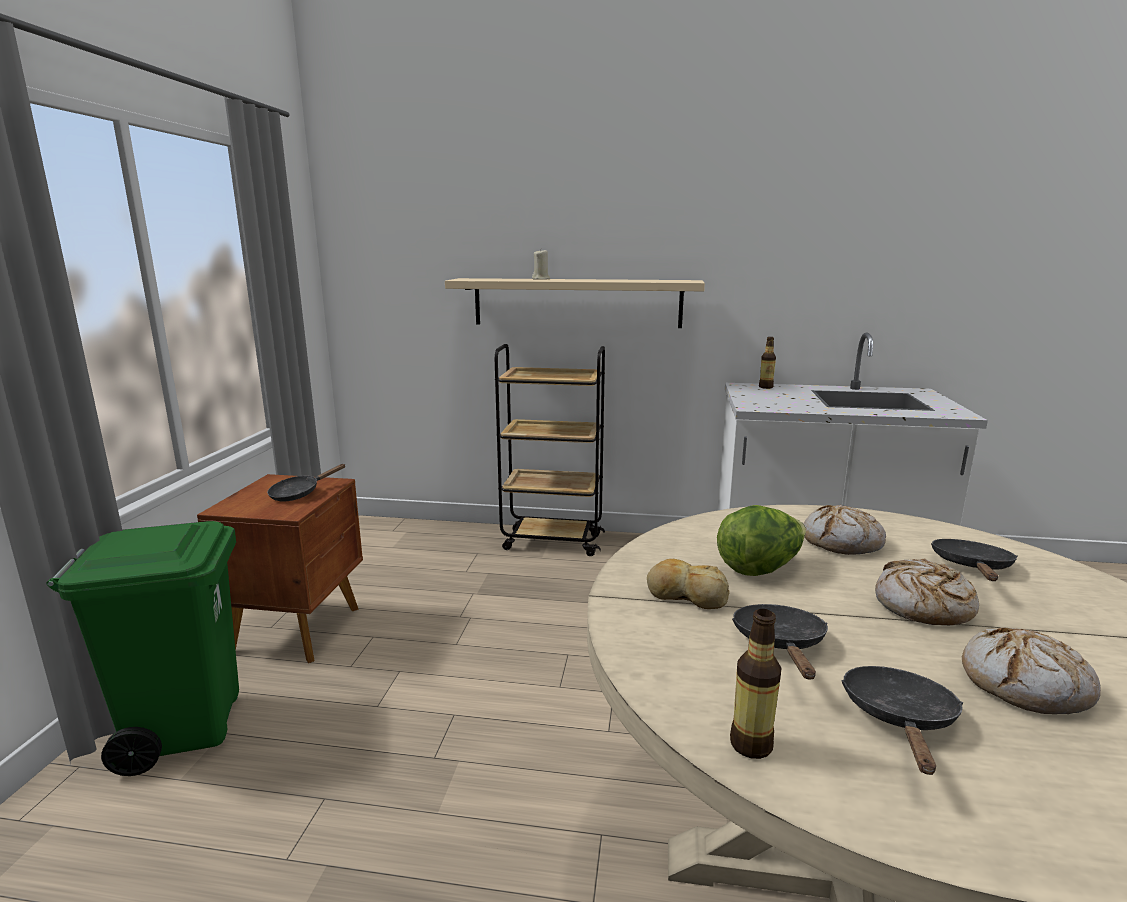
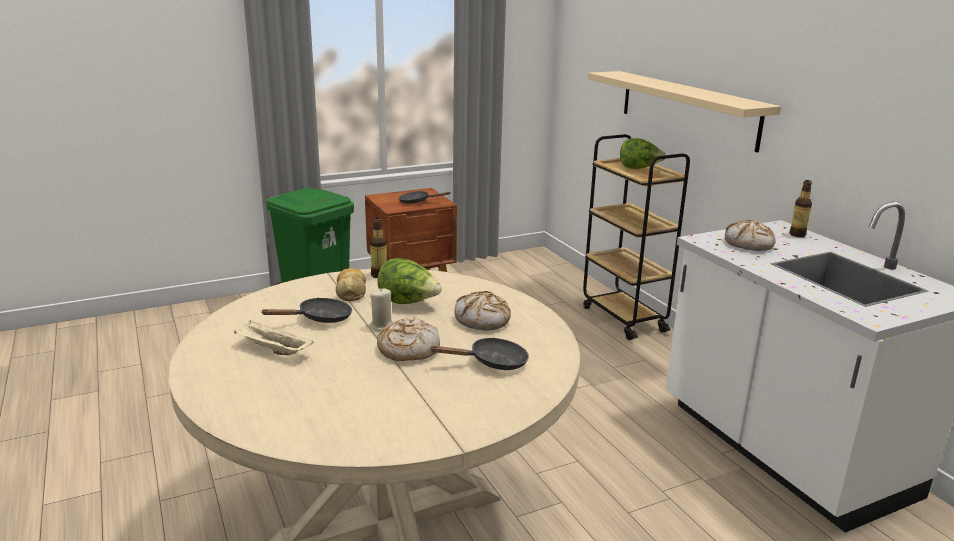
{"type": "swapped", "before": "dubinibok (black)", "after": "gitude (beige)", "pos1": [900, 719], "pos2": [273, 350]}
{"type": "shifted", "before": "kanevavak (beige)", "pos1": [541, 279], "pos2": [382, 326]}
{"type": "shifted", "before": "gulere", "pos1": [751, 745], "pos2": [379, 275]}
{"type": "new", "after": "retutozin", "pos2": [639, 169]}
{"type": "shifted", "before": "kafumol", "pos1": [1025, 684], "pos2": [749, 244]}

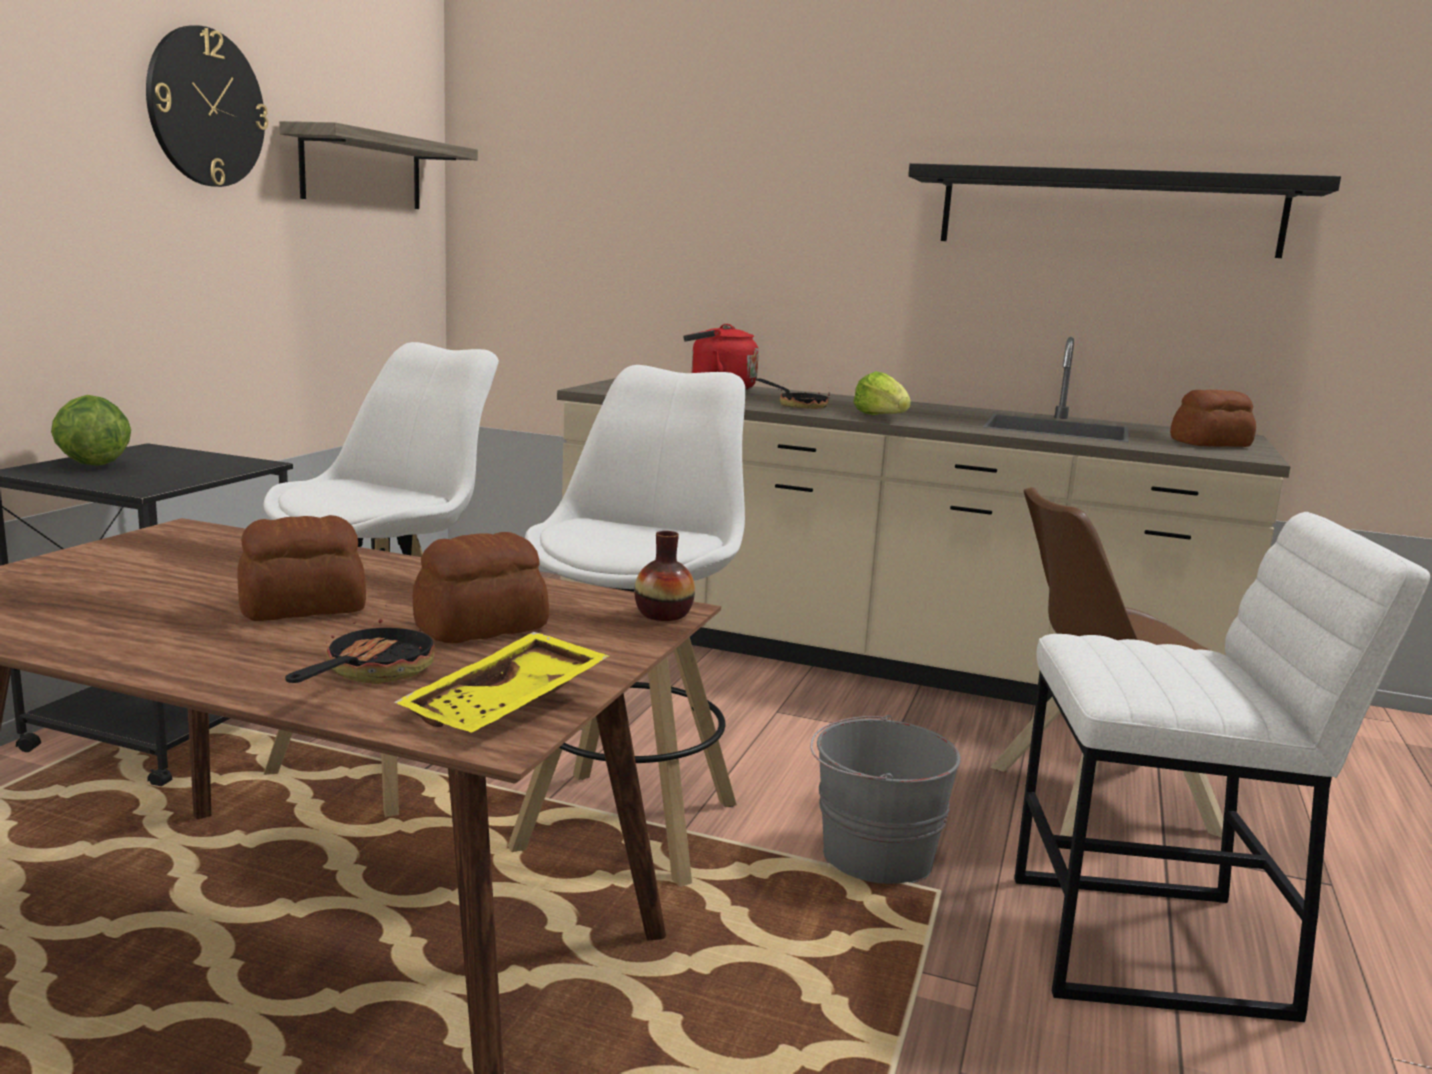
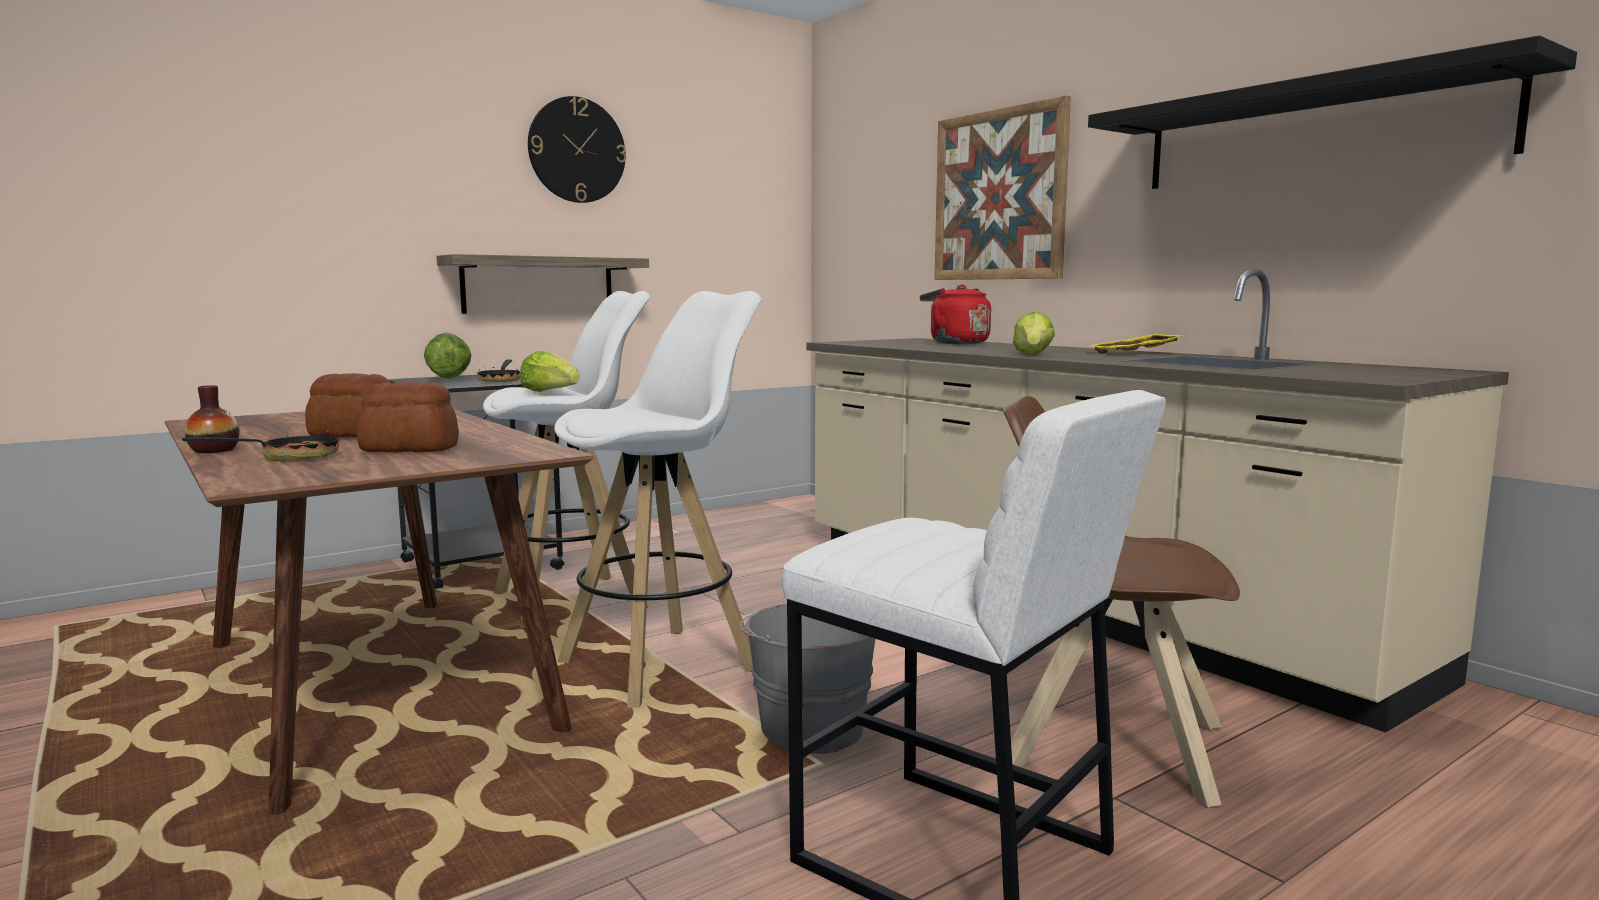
{"type": "shifted", "before": "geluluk", "pos1": [663, 614], "pos2": [214, 450]}
{"type": "shifted", "before": "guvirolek", "pos1": [362, 170], "pos2": [538, 285]}
{"type": "shifted", "before": "dubinibok", "pos1": [797, 405], "pos2": [501, 380]}
{"type": "new", "after": "retutozin", "pos2": [550, 392]}
{"type": "new", "after": "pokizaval", "pos2": [999, 195]}
{"type": "shifted", "before": "gitude (yellow)", "pos1": [508, 706], "pos2": [1136, 353]}
{"type": "gone", "before": "kafumol", "pos1": [1211, 444]}

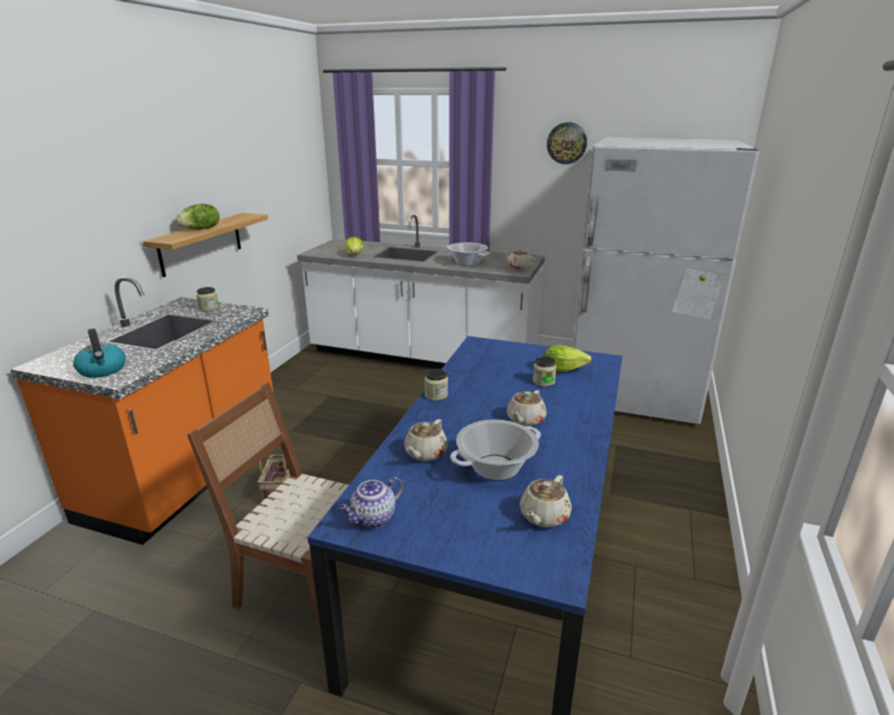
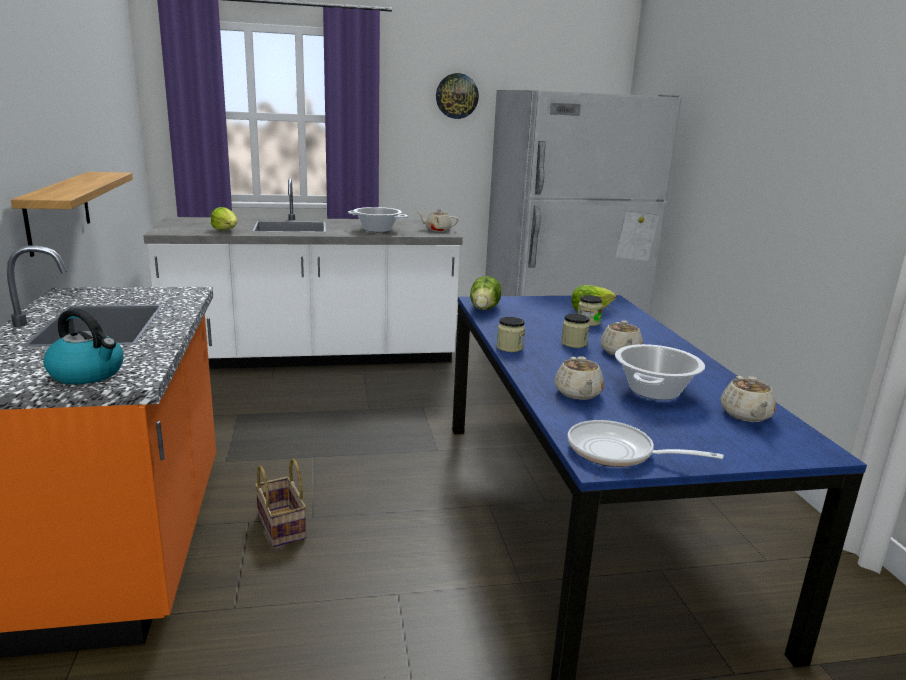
{"type": "shifted", "before": "retutozin", "pos1": [201, 229], "pos2": [485, 308]}
{"type": "shifted", "before": "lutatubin", "pos1": [209, 308], "pos2": [574, 343]}
{"type": "swapped", "before": "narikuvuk", "after": "dubinibok", "pos1": [373, 519], "pos2": [617, 452]}
{"type": "gone", "before": "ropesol", "pos1": [304, 584]}

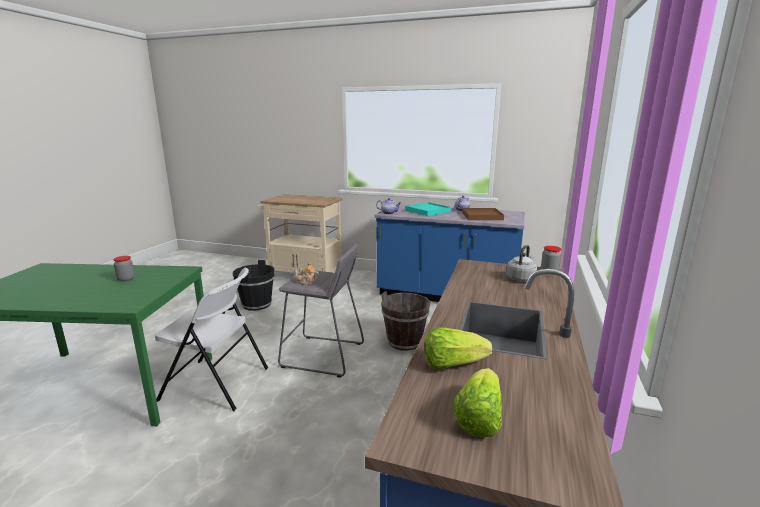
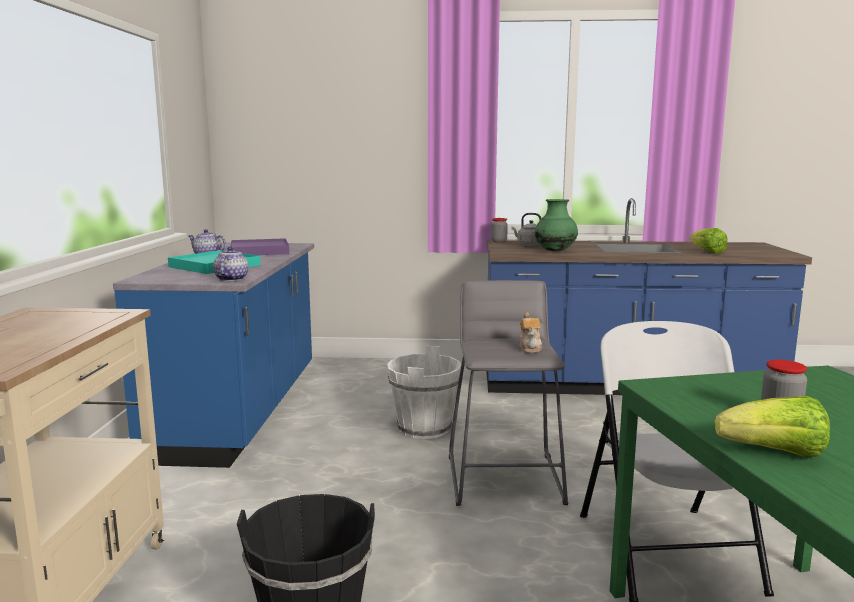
{"type": "repainted", "before": "gitude (brown)", "after": "gitude (purple)", "pos1": [482, 216], "pos2": [259, 251]}
{"type": "repainted", "before": "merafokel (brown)", "after": "merafokel (white)", "pos1": [405, 342], "pos2": [424, 428]}
{"type": "new", "after": "geluluk (green)", "pos2": [555, 251]}
{"type": "shifted", "before": "retutozin", "pos1": [479, 418], "pos2": [774, 453]}

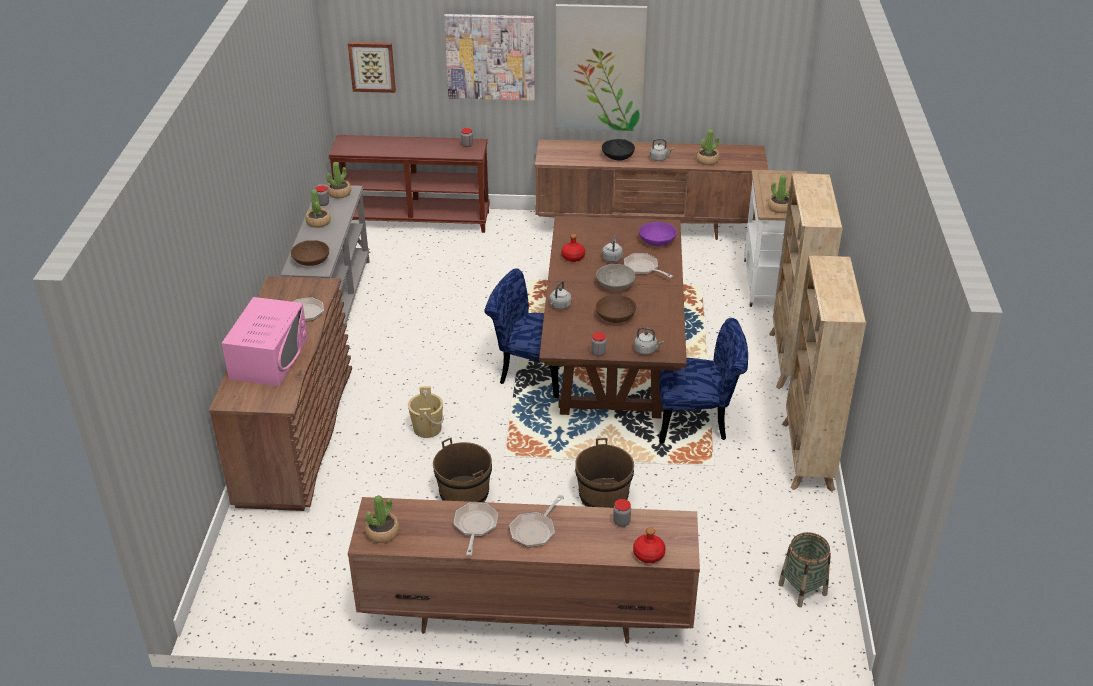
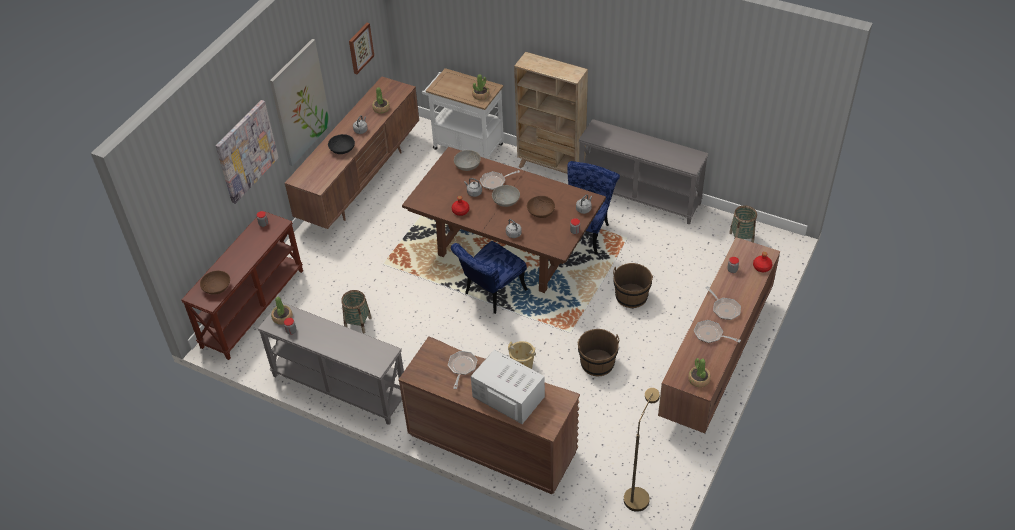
{"type": "shifted", "before": "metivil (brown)", "pos1": [311, 260], "pos2": [217, 288]}
{"type": "new", "after": "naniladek", "pos2": [358, 323]}
{"type": "shifted", "before": "pokizaval", "pos1": [372, 66], "pos2": [360, 48]}
{"type": "repainted", "before": "metivil (purple)", "after": "metivil (grey)", "pos1": [657, 241], "pos2": [467, 165]}
{"type": "repainted", "before": "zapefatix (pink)", "after": "zapefatix (white)", "pos1": [269, 358], "pos2": [508, 396]}
{"type": "swapped", "before": "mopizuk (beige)", "after": "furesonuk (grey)", "pos1": [807, 456], "pos2": [639, 196]}
{"type": "new", "after": "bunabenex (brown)", "pos2": [638, 494]}
{"type": "gone", "before": "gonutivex", "pos1": [318, 222]}

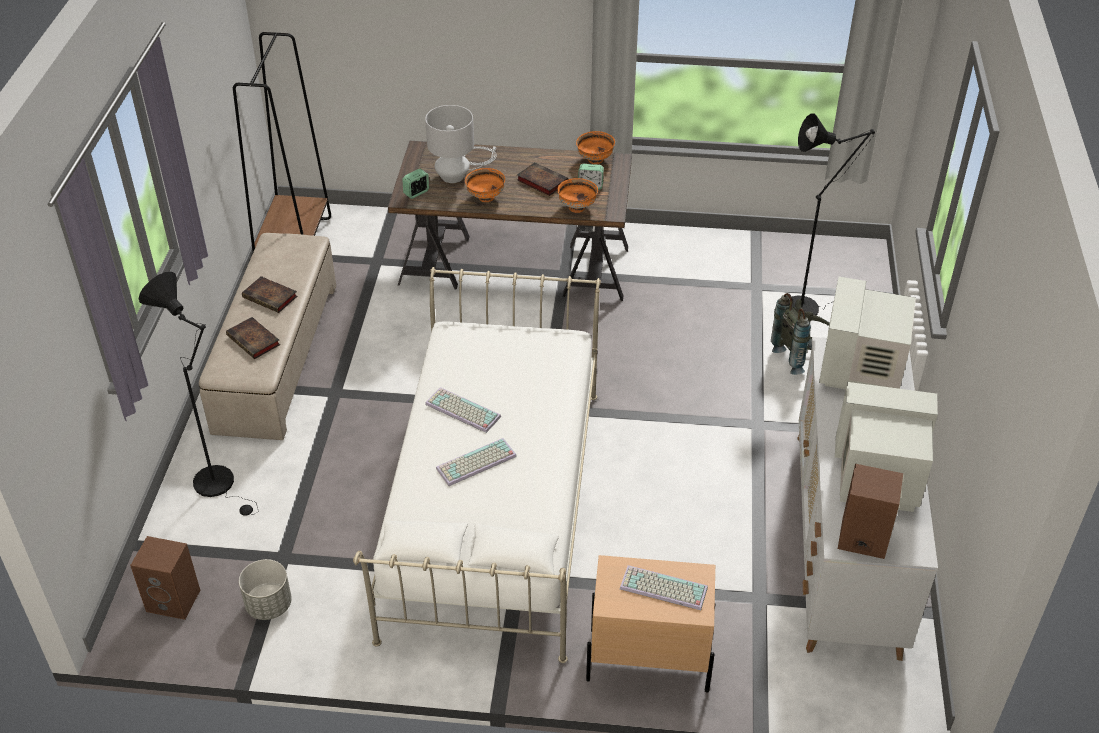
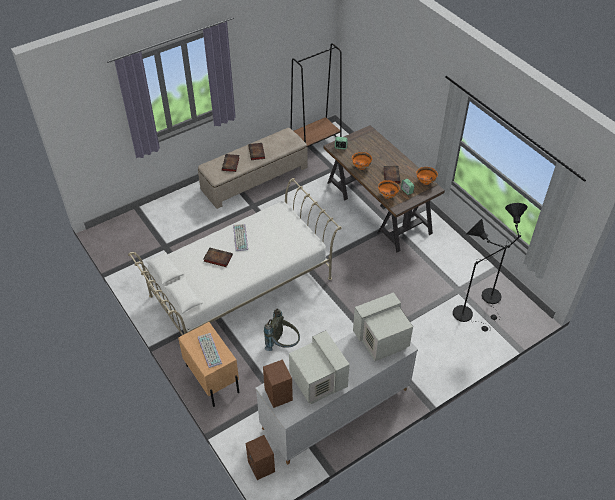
{"type": "swapped", "before": "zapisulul", "after": "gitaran", "pos1": [476, 464], "pos2": [217, 258]}
{"type": "shifted", "before": "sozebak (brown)", "pos1": [175, 600], "pos2": [262, 467]}
{"type": "shifted", "before": "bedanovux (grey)", "pos1": [801, 355], "pos2": [283, 344]}
{"type": "shifted", "before": "bunabenex (black)", "pos1": [220, 485], "pos2": [492, 299]}
{"type": "gone", "before": "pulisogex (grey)", "pos1": [268, 605]}
{"type": "gone", "before": "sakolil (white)", "pos1": [463, 168]}

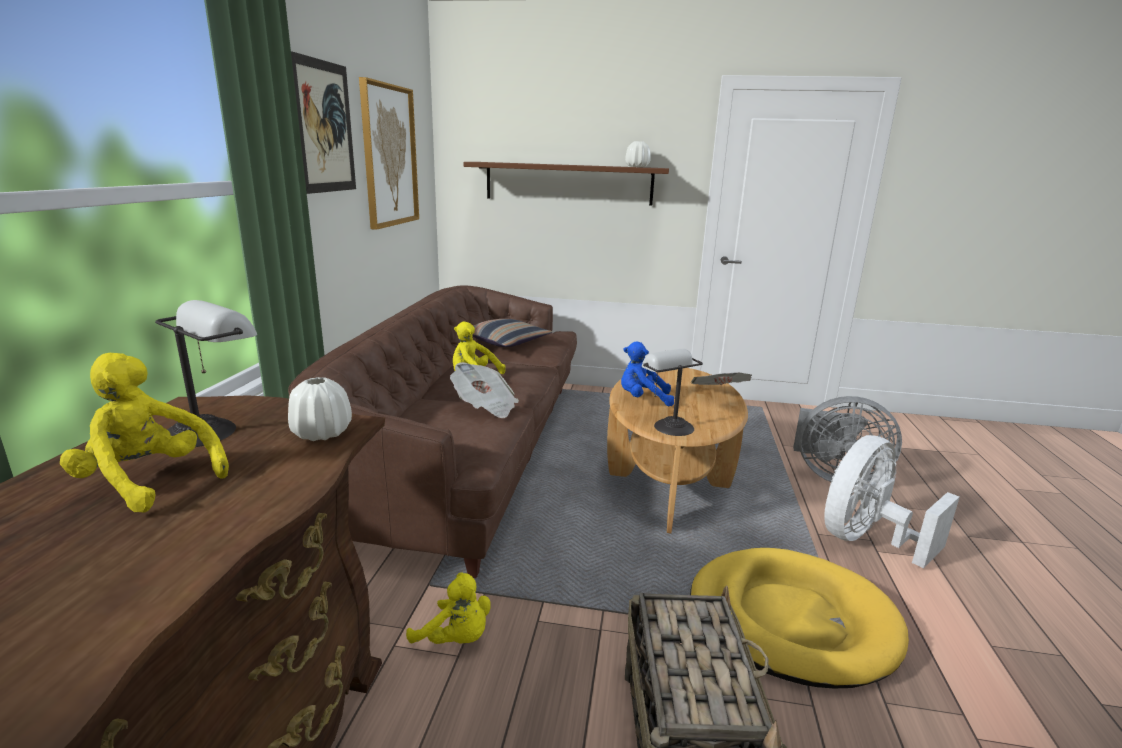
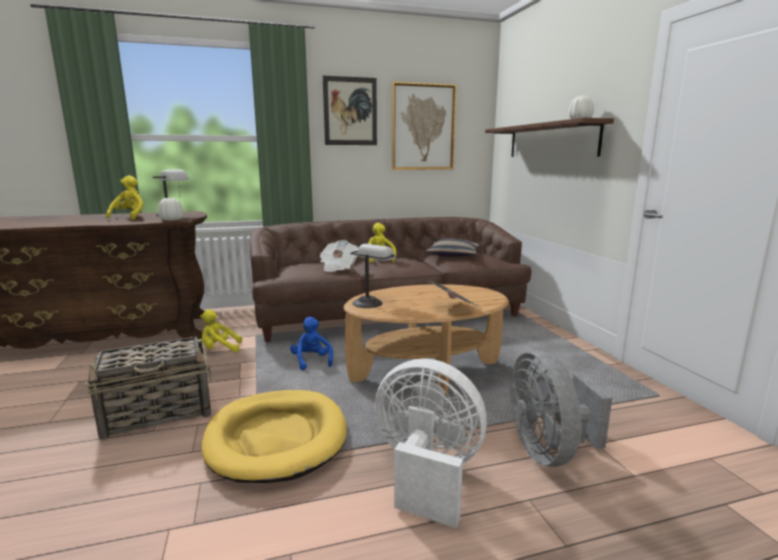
{"type": "rotated", "before": "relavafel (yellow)", "pos1": [456, 639], "pos2": [219, 349], "turn": 75}
{"type": "shifted", "before": "relavafel (blue)", "pos1": [643, 399], "pos2": [312, 361]}

